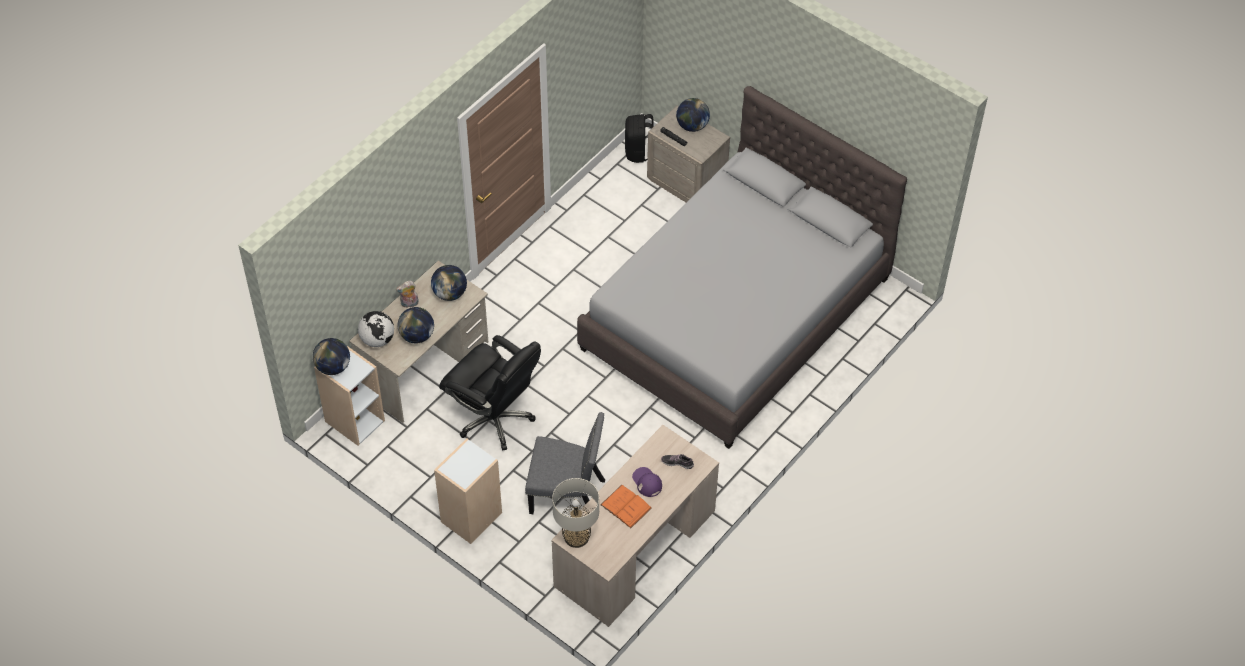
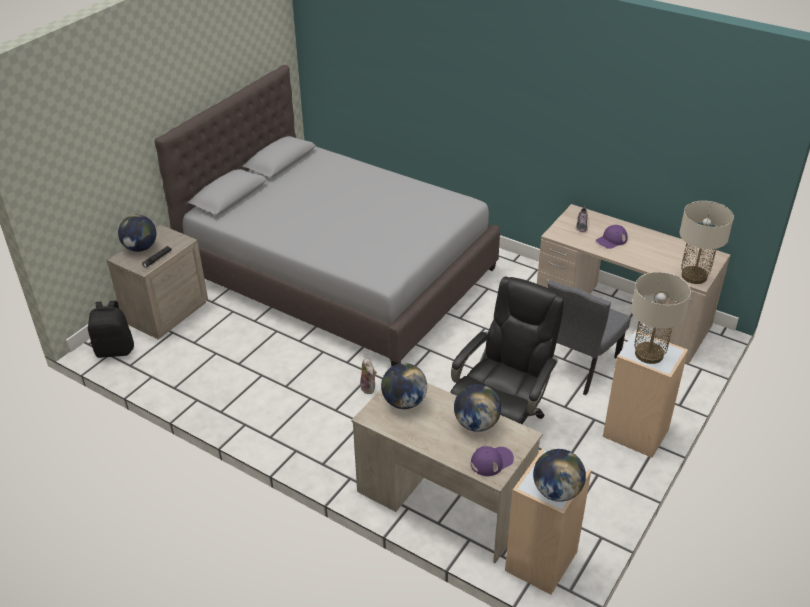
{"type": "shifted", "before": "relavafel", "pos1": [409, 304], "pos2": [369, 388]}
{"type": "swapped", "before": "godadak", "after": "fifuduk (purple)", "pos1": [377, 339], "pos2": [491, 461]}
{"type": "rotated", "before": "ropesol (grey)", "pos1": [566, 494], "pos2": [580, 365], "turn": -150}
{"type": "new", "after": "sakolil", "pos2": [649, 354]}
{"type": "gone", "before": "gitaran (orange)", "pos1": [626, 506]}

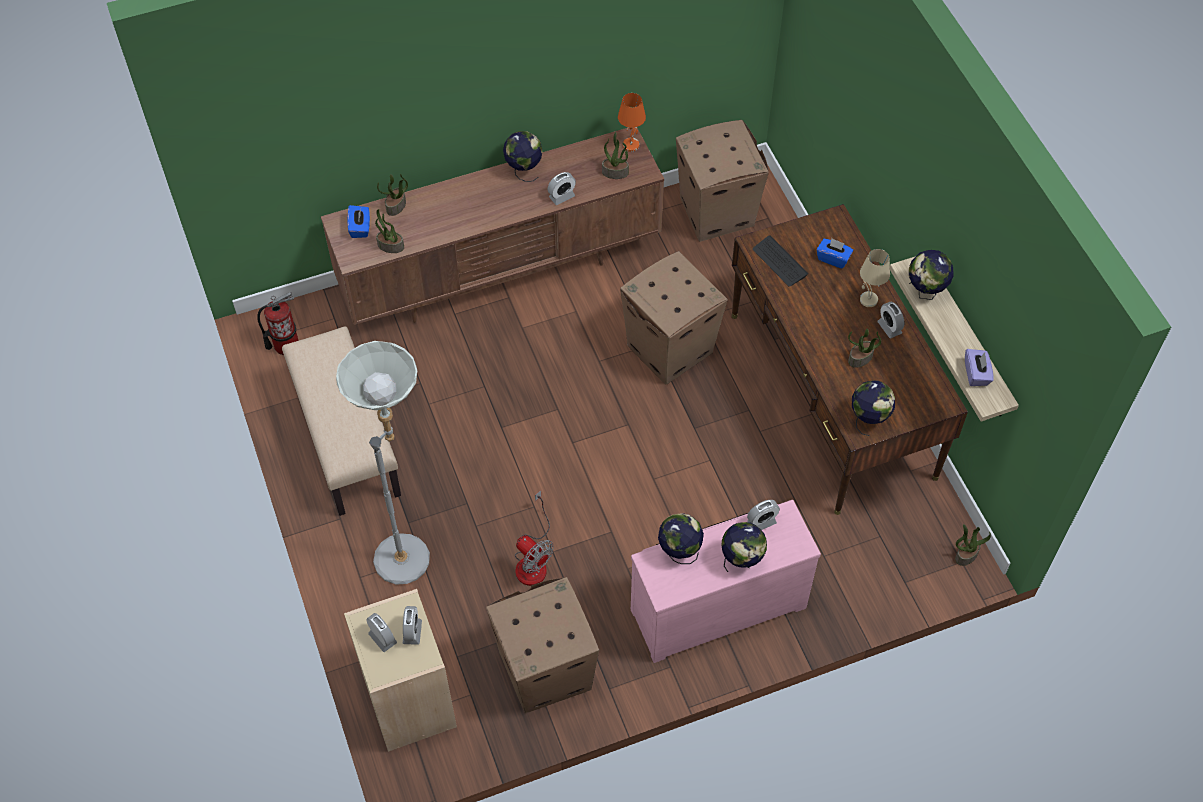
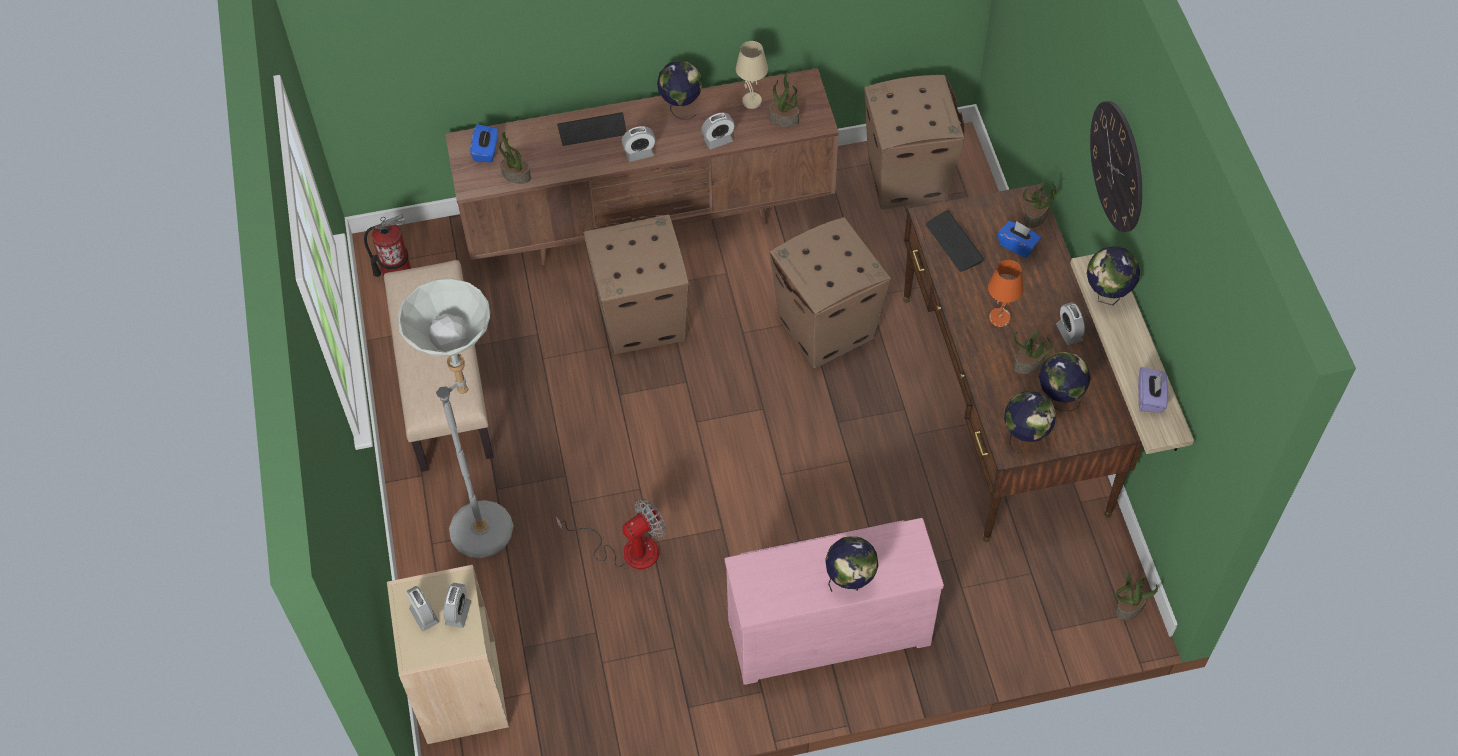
{"type": "rotated", "before": "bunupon", "pos1": [533, 560], "pos2": [627, 550], "turn": -90}
{"type": "new", "after": "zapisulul", "pos2": [592, 130]}
{"type": "shifted", "before": "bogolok", "pos1": [543, 671], "pos2": [640, 319]}
{"type": "shifted", "before": "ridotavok", "pos1": [761, 522], "pos2": [639, 153]}
{"type": "shifted", "before": "sakolil (beige)", "pos1": [868, 300], "pos2": [751, 101]}
{"type": "shifted", "before": "sakolil (orange)", "pos1": [631, 145], "pos2": [999, 317]}
{"type": "shifted", "before": "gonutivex", "pos1": [396, 206], "pos2": [1035, 217]}
{"type": "shifted", "before": "godadak", "pos1": [679, 552], "pos2": [1059, 398]}
{"type": "new", "after": "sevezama", "pos2": [1117, 166]}

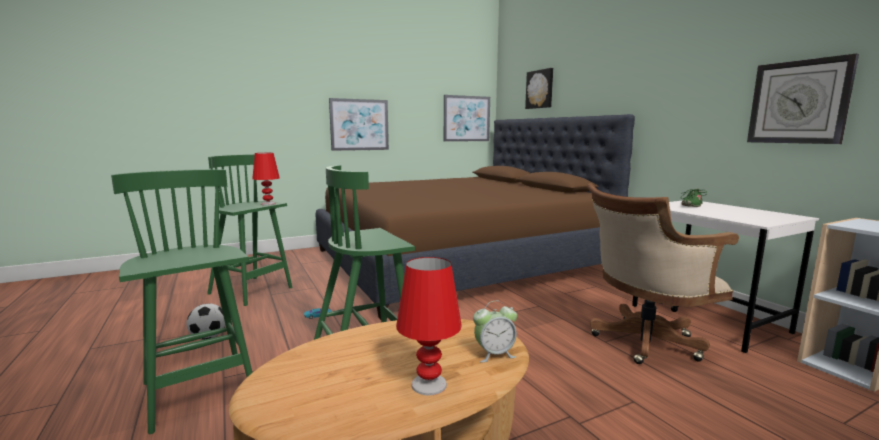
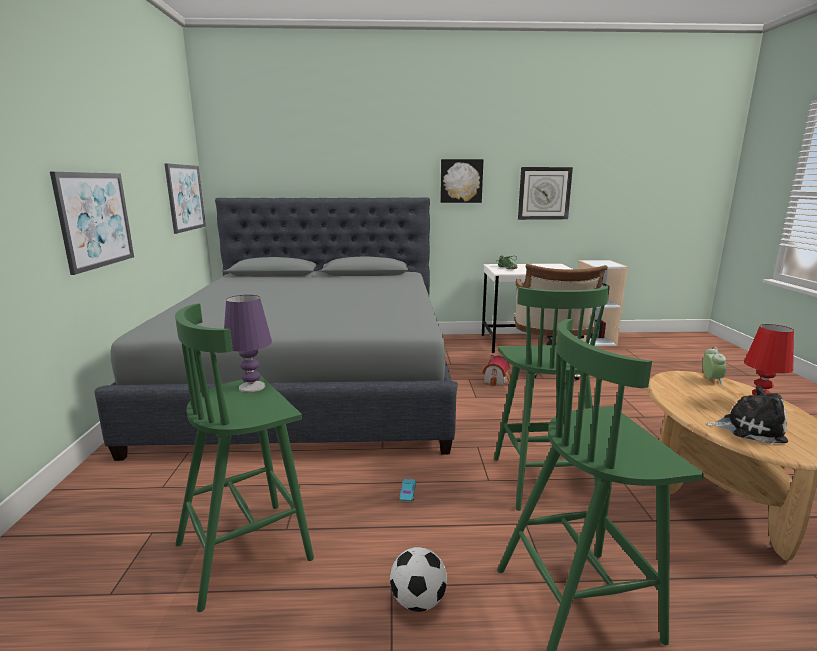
{"type": "repainted", "before": "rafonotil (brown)", "after": "rafonotil (grey)", "pos1": [458, 260], "pos2": [313, 380]}
{"type": "repainted", "before": "sakolil (red)", "after": "sakolil (purple)", "pos1": [268, 204], "pos2": [251, 387]}
{"type": "shifted", "before": "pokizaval", "pos1": [540, 89], "pos2": [461, 181]}
{"type": "new", "after": "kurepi", "pos2": [497, 380]}
{"type": "new", "after": "relavafel", "pos2": [749, 428]}

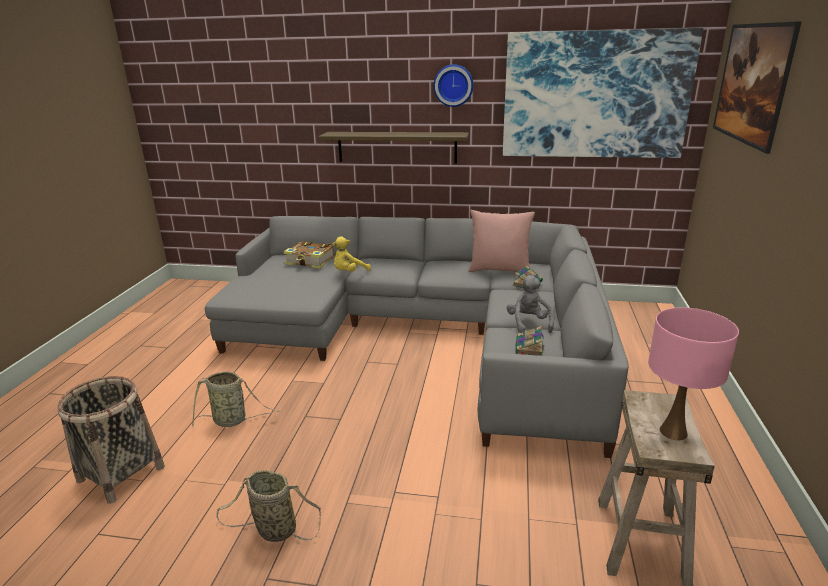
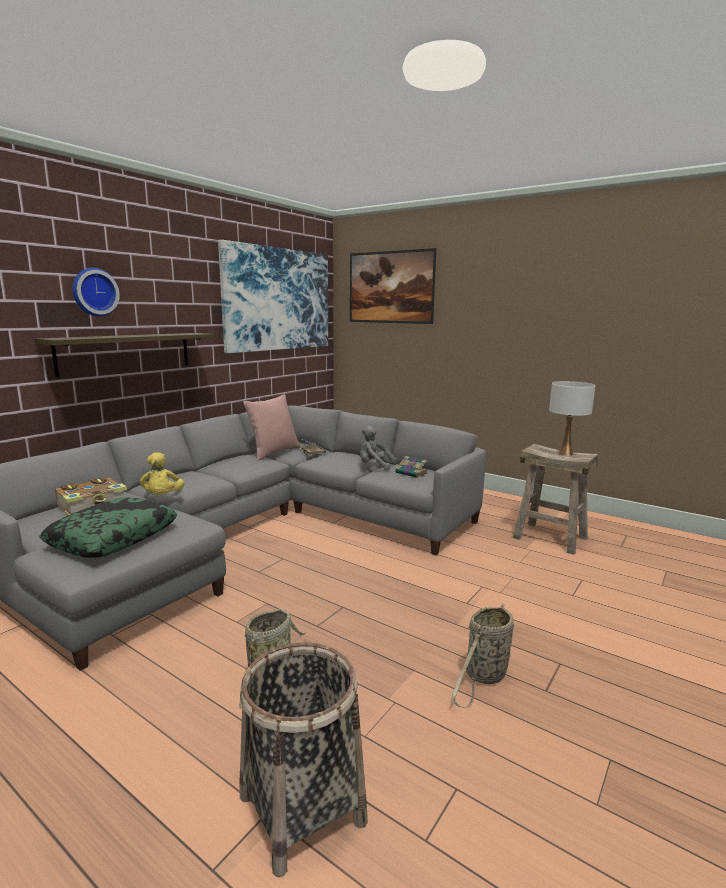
{"type": "new", "after": "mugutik", "pos2": [113, 537]}
{"type": "shifted", "before": "sevezama", "pos1": [453, 85], "pos2": [94, 292]}
{"type": "repainted", "before": "sakolil (pink)", "after": "sakolil (white)", "pos1": [673, 431], "pos2": [565, 453]}

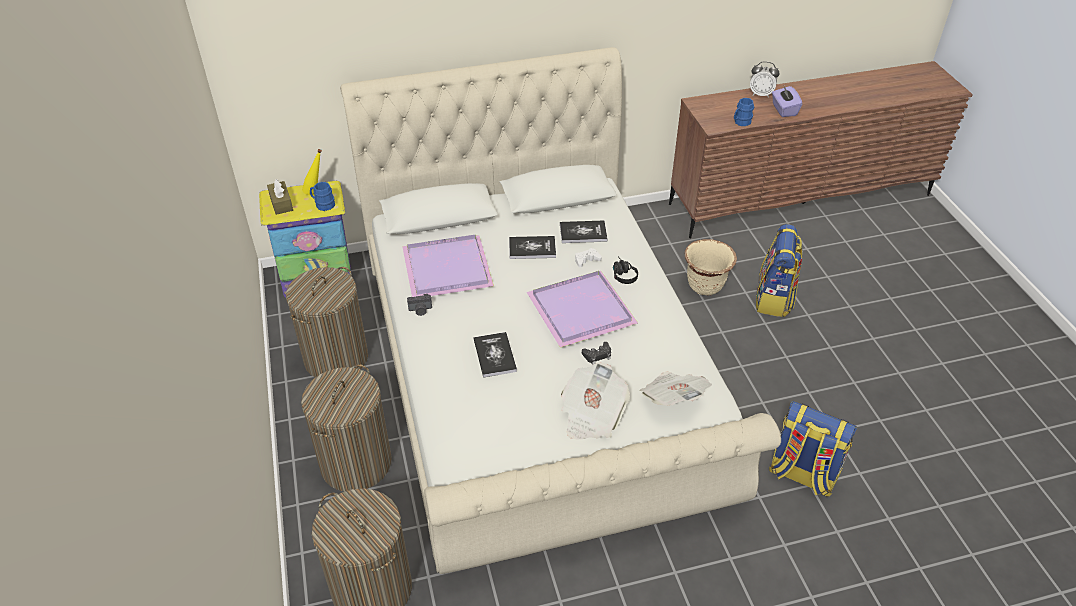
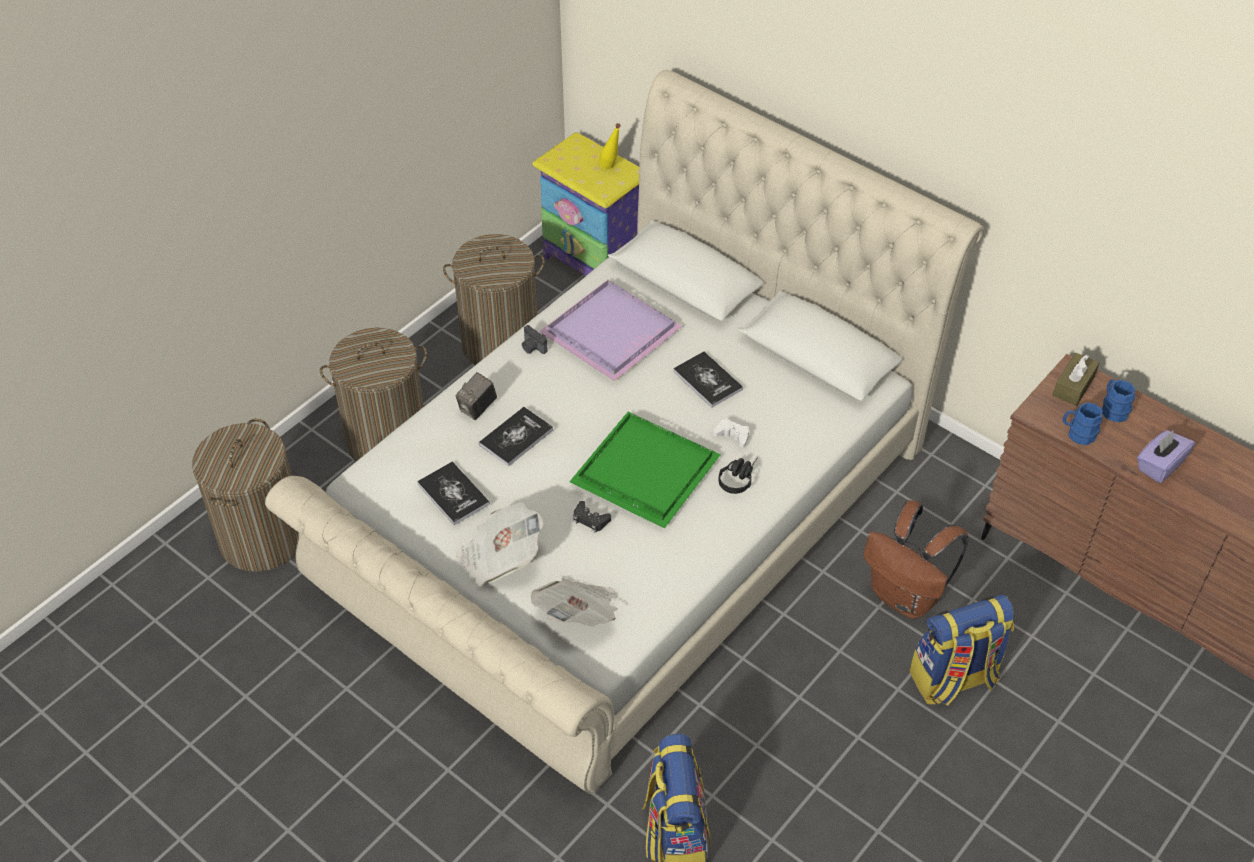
{"type": "shifted", "before": "gitaran", "pos1": [583, 232], "pos2": [453, 494]}
{"type": "new", "after": "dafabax", "pos2": [477, 408]}
{"type": "repainted", "before": "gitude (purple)", "after": "gitude (green)", "pos1": [580, 311], "pos2": [642, 472]}
{"type": "swapped", "before": "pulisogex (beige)", "after": "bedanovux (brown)", "pos1": [705, 286], "pos2": [906, 596]}
{"type": "shifted", "before": "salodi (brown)", "pos1": [281, 203], "pos2": [1073, 386]}
{"type": "shifted", "before": "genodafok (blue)", "pos1": [323, 205], "pos2": [1112, 409]}
{"type": "gone", "before": "ridotavok", "pos1": [761, 94]}

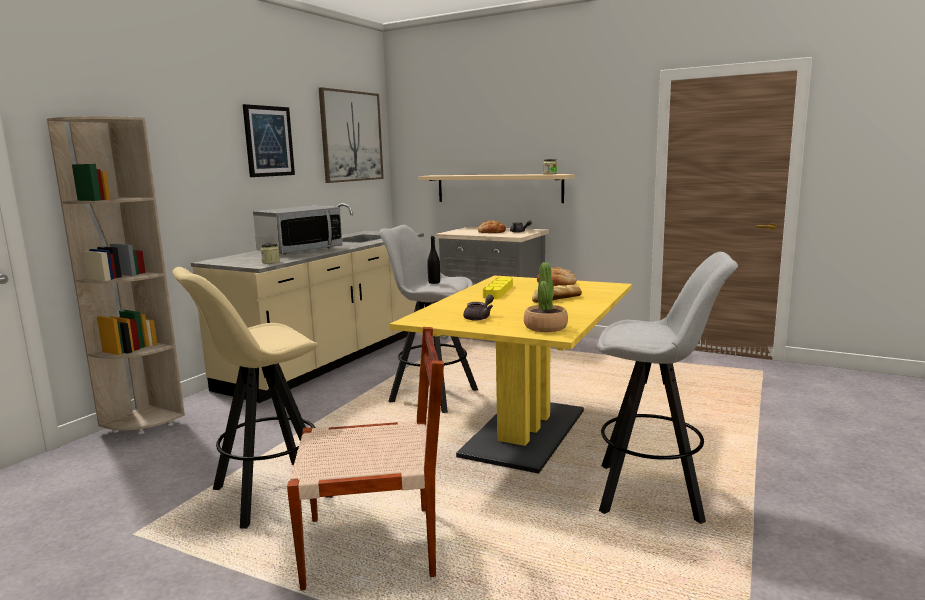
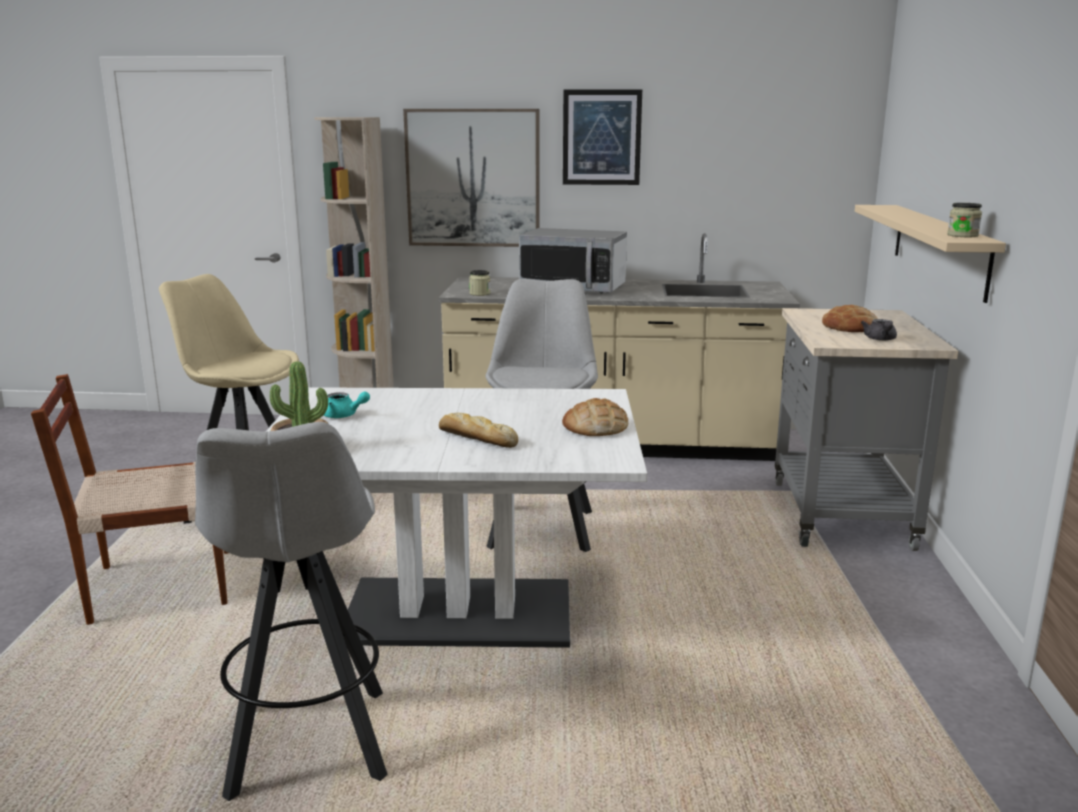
{"type": "rotated", "before": "ropesol", "pos1": [375, 546], "pos2": [157, 586], "turn": 105}
{"type": "repainted", "before": "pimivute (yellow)", "after": "pimivute (white)", "pos1": [524, 433], "pos2": [459, 614]}
{"type": "repainted", "before": "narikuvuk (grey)", "after": "narikuvuk (turquoise)", "pos1": [479, 317], "pos2": [343, 416]}
{"type": "shifted", "before": "pokizaval", "pos1": [351, 136], "pos2": [473, 178]}
{"type": "gone", "before": "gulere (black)", "pos1": [434, 282]}
{"type": "gone", "before": "gitude (yellow)", "pos1": [498, 291]}

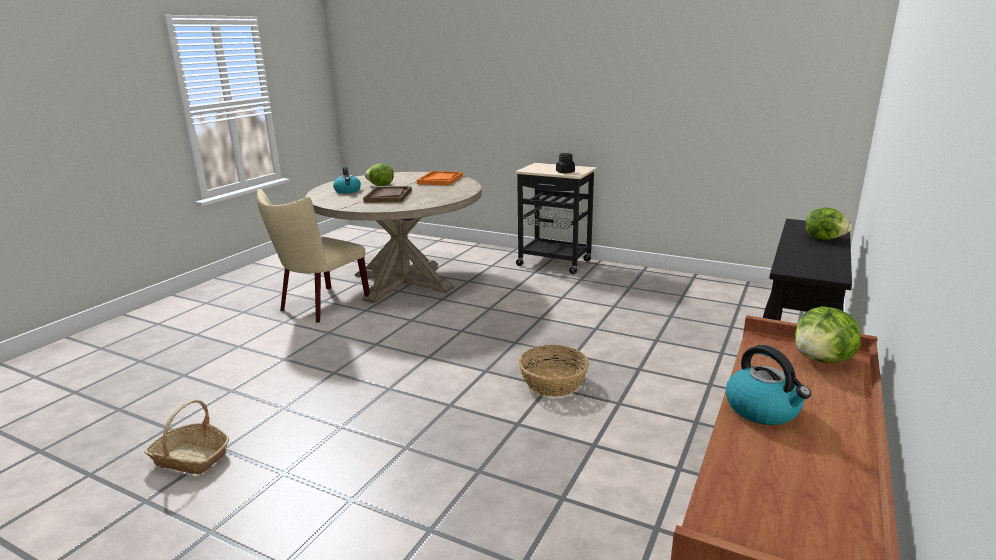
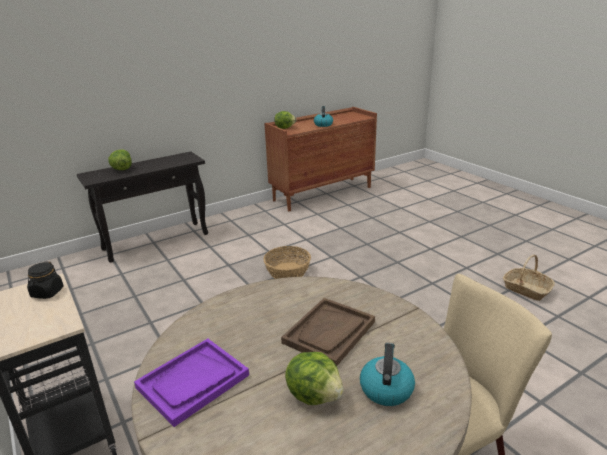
{"type": "repainted", "before": "gitude (orange)", "after": "gitude (purple)", "pos1": [440, 180], "pos2": [193, 382]}

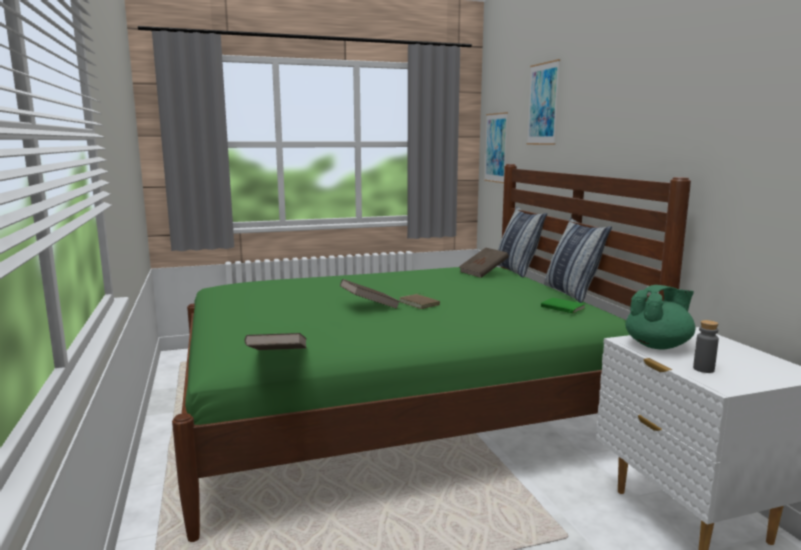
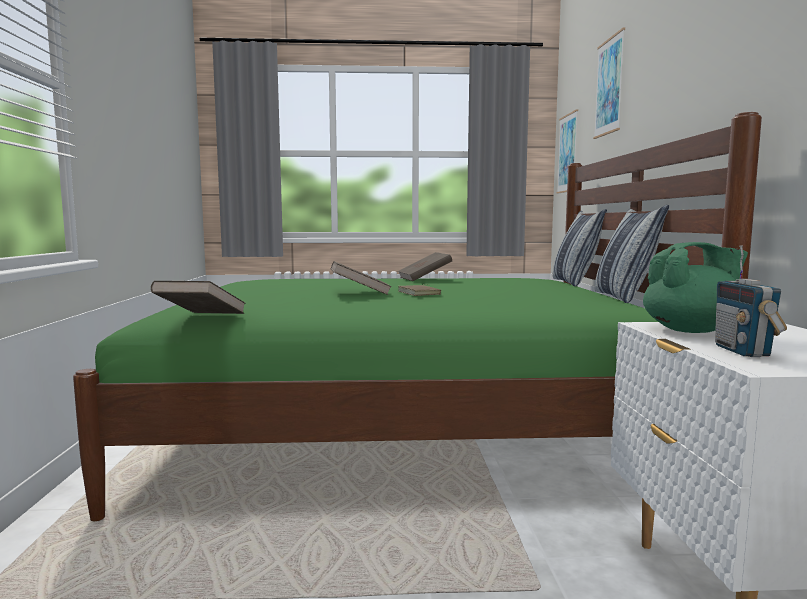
{"type": "shifted", "before": "gitaran (brown)", "pos1": [483, 273], "pos2": [424, 278]}
{"type": "swapped", "before": "gulere (grey)", "after": "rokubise", "pos1": [703, 369], "pos2": [743, 351]}
{"type": "gone", "before": "gitaran (green)", "pos1": [561, 308]}

